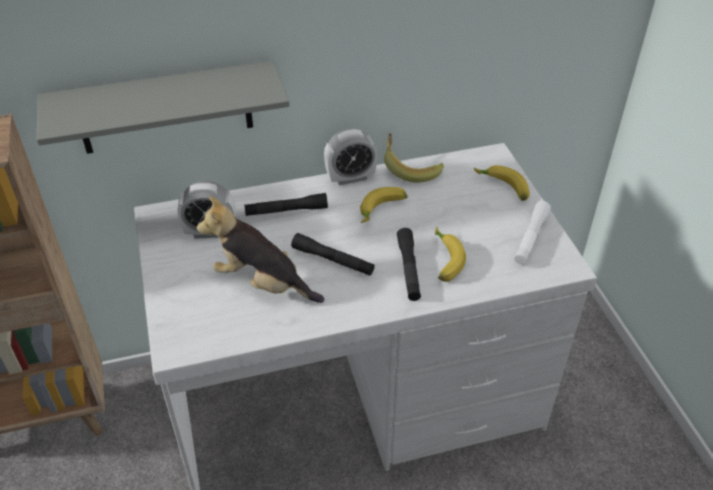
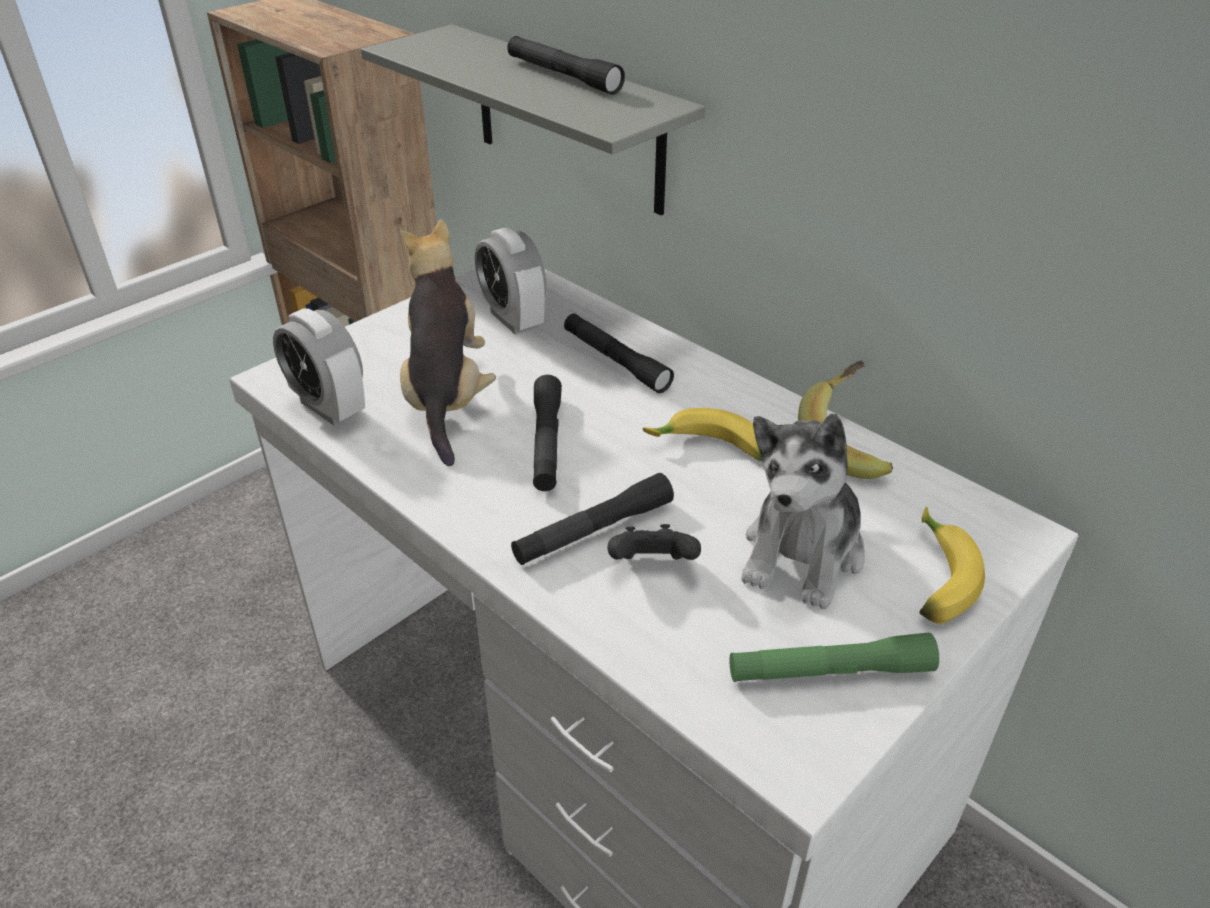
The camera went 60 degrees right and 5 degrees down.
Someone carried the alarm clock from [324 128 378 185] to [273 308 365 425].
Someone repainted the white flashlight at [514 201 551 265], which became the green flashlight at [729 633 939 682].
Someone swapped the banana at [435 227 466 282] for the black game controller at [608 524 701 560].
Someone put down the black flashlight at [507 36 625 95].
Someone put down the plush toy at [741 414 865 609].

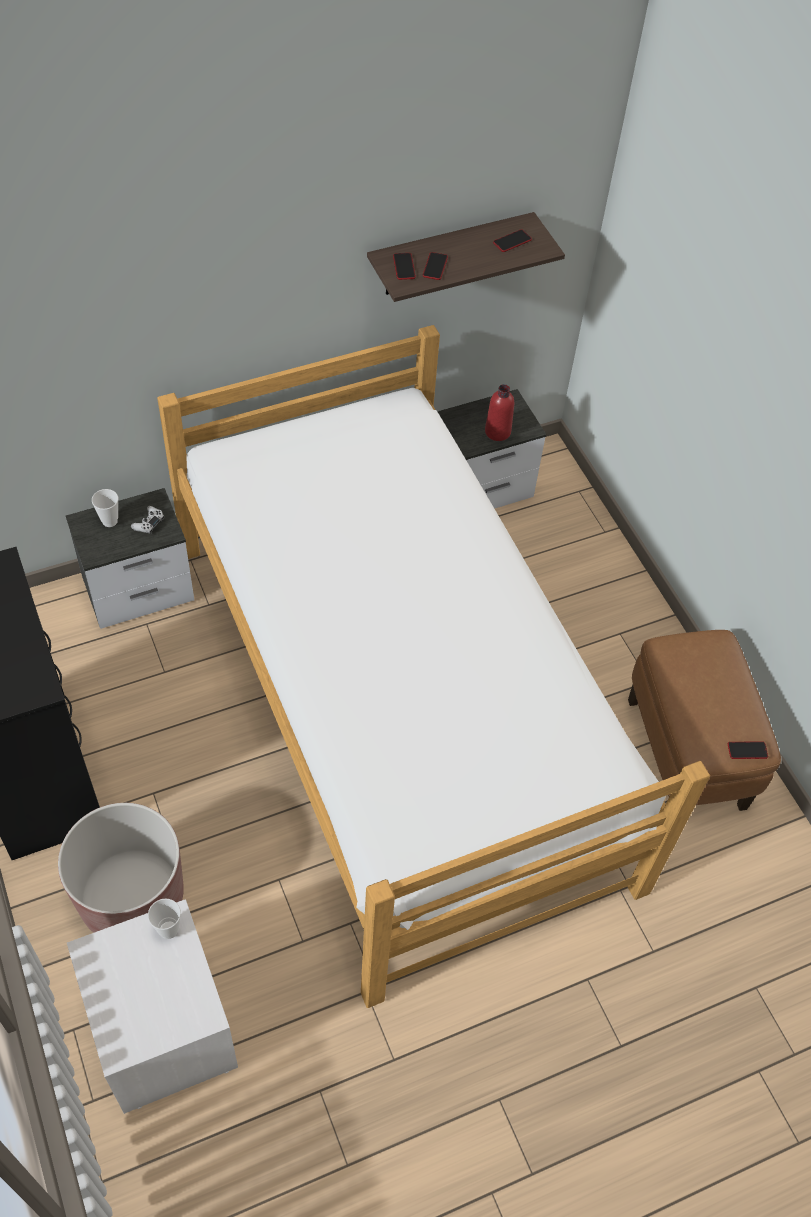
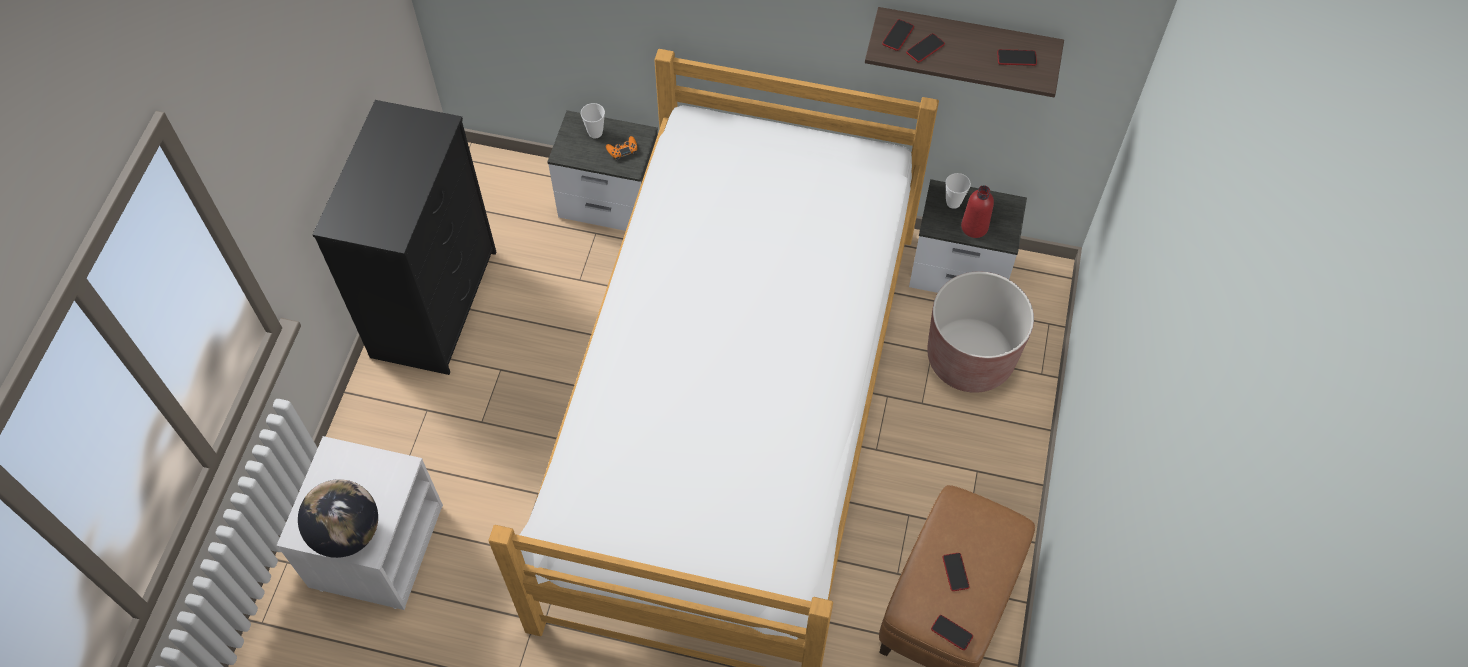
The camera went 40 degrees right and 5 degrees up.
Someone repainted the white game controller at [131 506 164 534], which became the orange game controller at [606 136 637 160].
Someone carried the brown planter from [58 803 184 933] to [927 271 1034 393].
Someone carried the cup from [148 898 181 939] to [945 173 971 209].
Someone put down the globe at [298 479 378 558].
Someone put down the phone at [943 553 969 591].

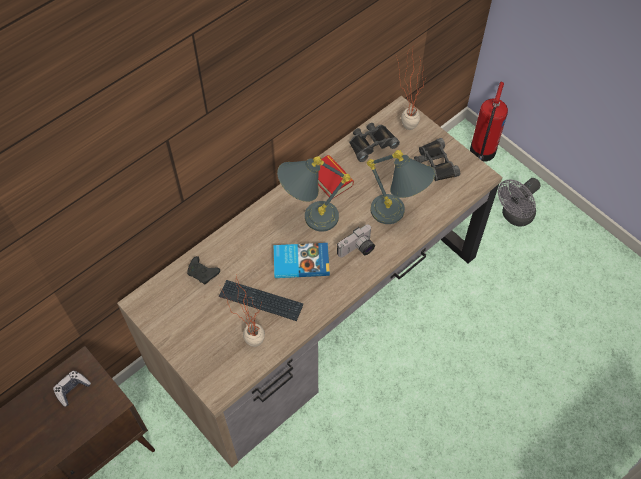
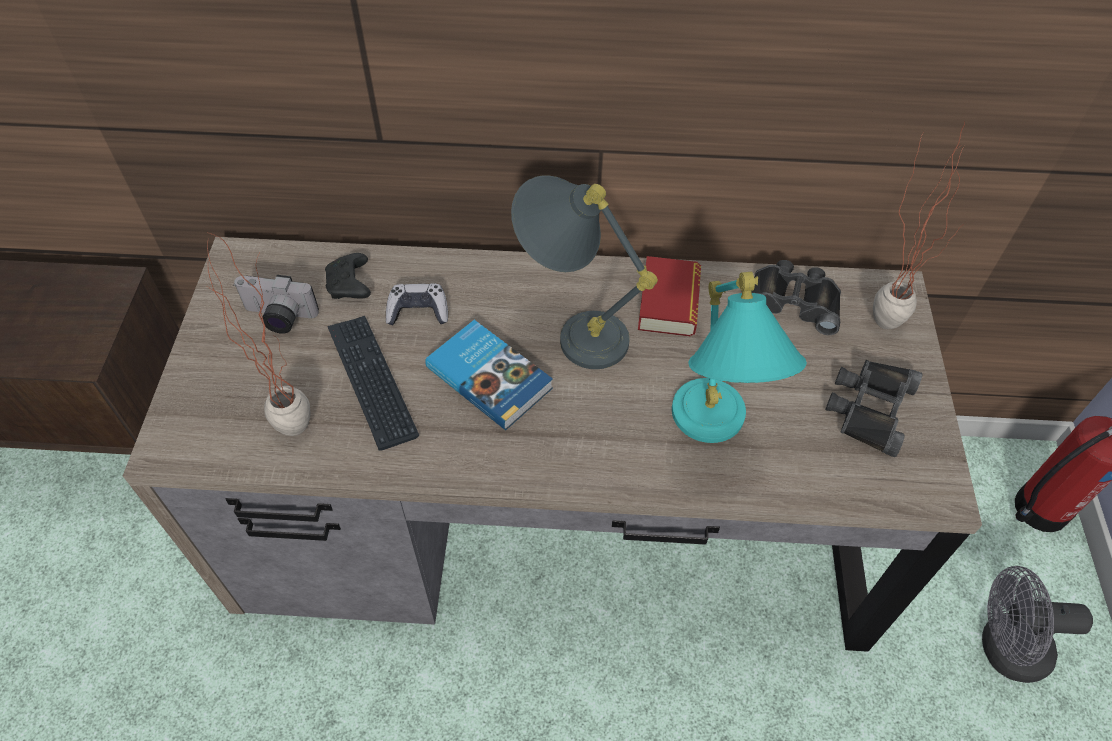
The camera went 45 degrees right and 5 degrees down.
Someone repainted the grey table lamp at [367 150 435 224], which became the turquoise table lamp at [672 272 807 443].
Someone carried the photo camera from [337 224 375 257] to [233 275 319 334].
Someone carried the game controller from [53 371 91 407] to [386 283 448 325].

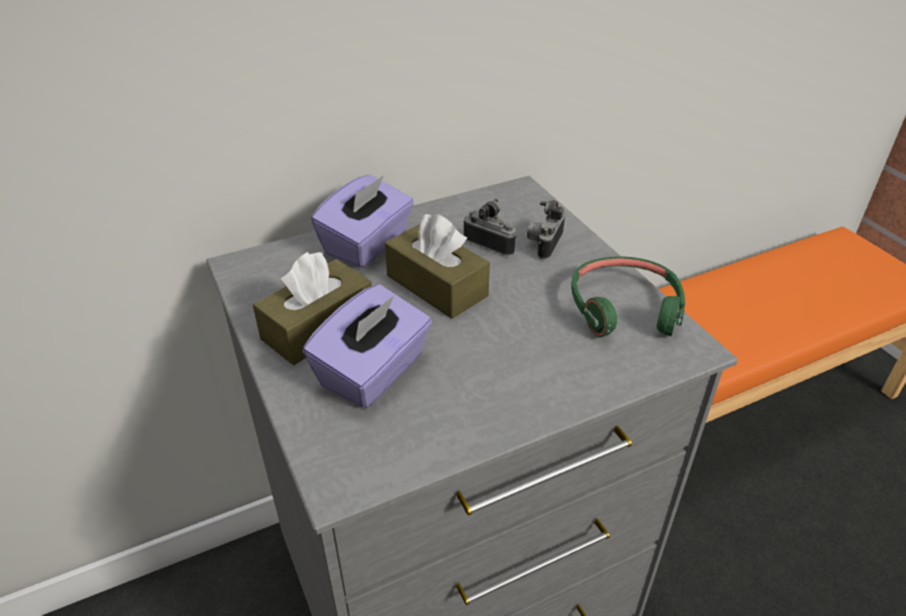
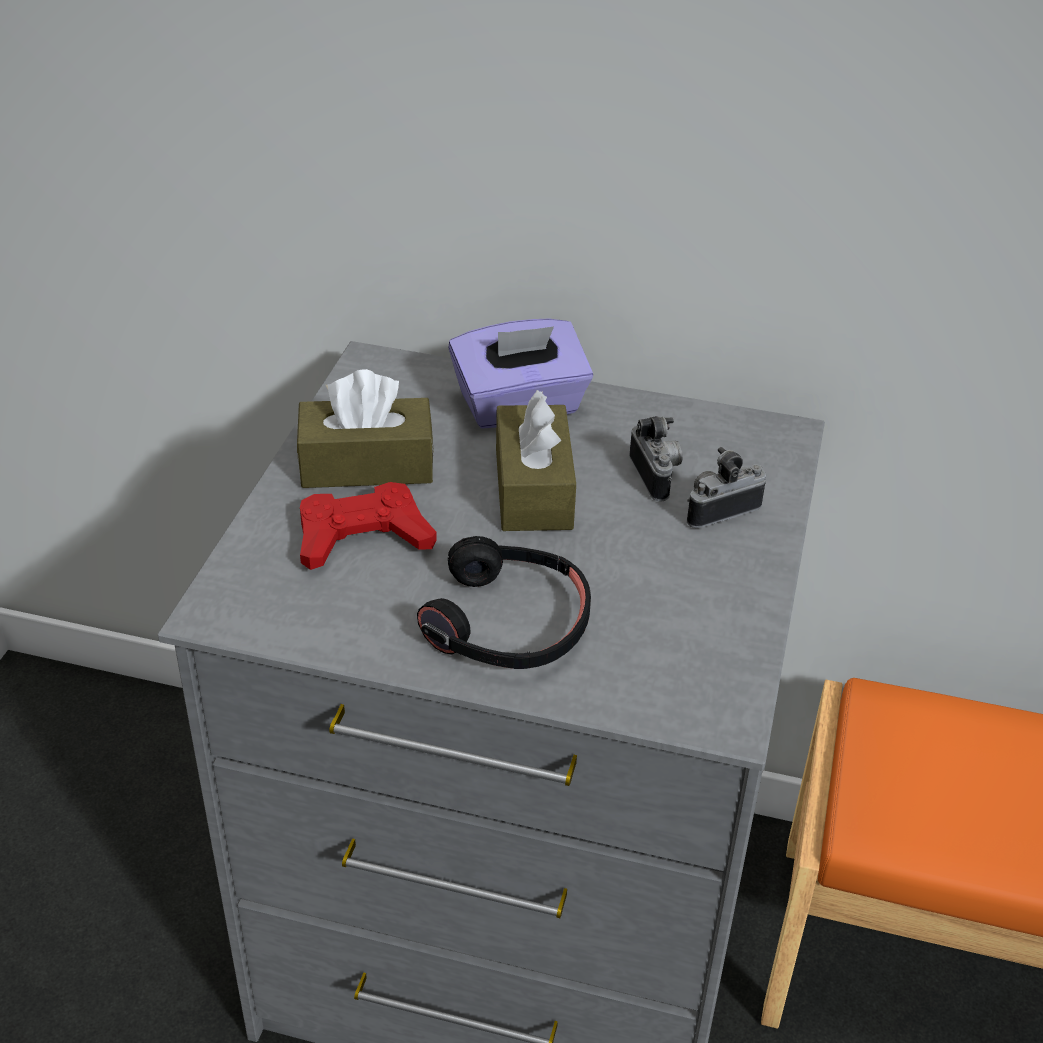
The camera went 40 degrees right and 0 degrees up.
Someone took away the green headphones at [571 256 685 337].
Someone swapped the purple tissue box at [303 284 432 408] for the red game controller at [300 482 437 570].
Someone put down the black headphones at [417 536 591 669].

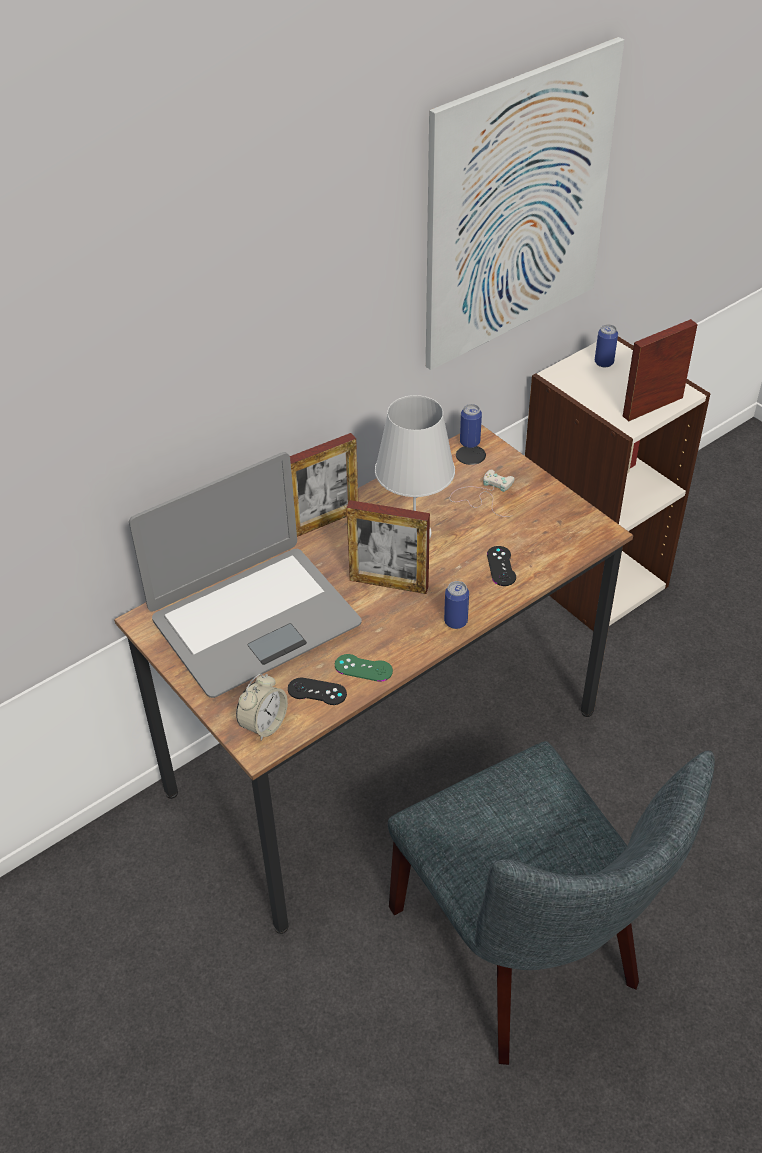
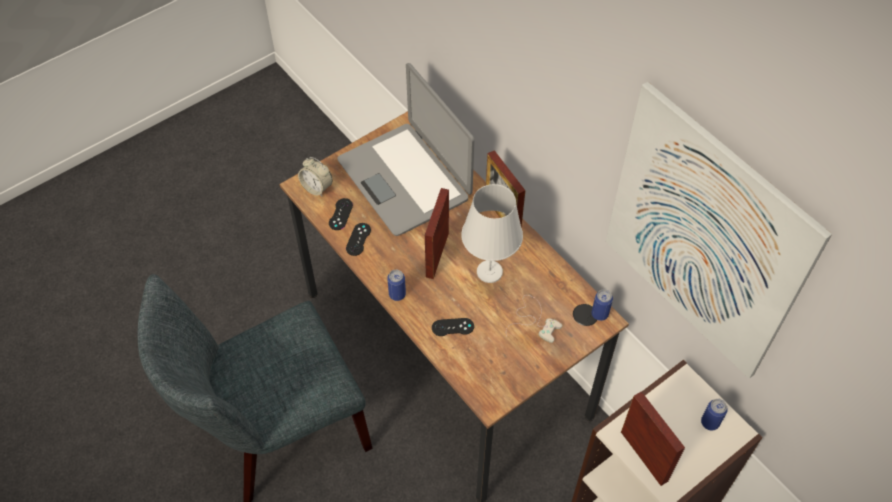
The camera went 90 degrees right and 10 degrees up.
Someone repainted the green game controller at [335 654 393 682], which became the black game controller at [346 223 371 256].

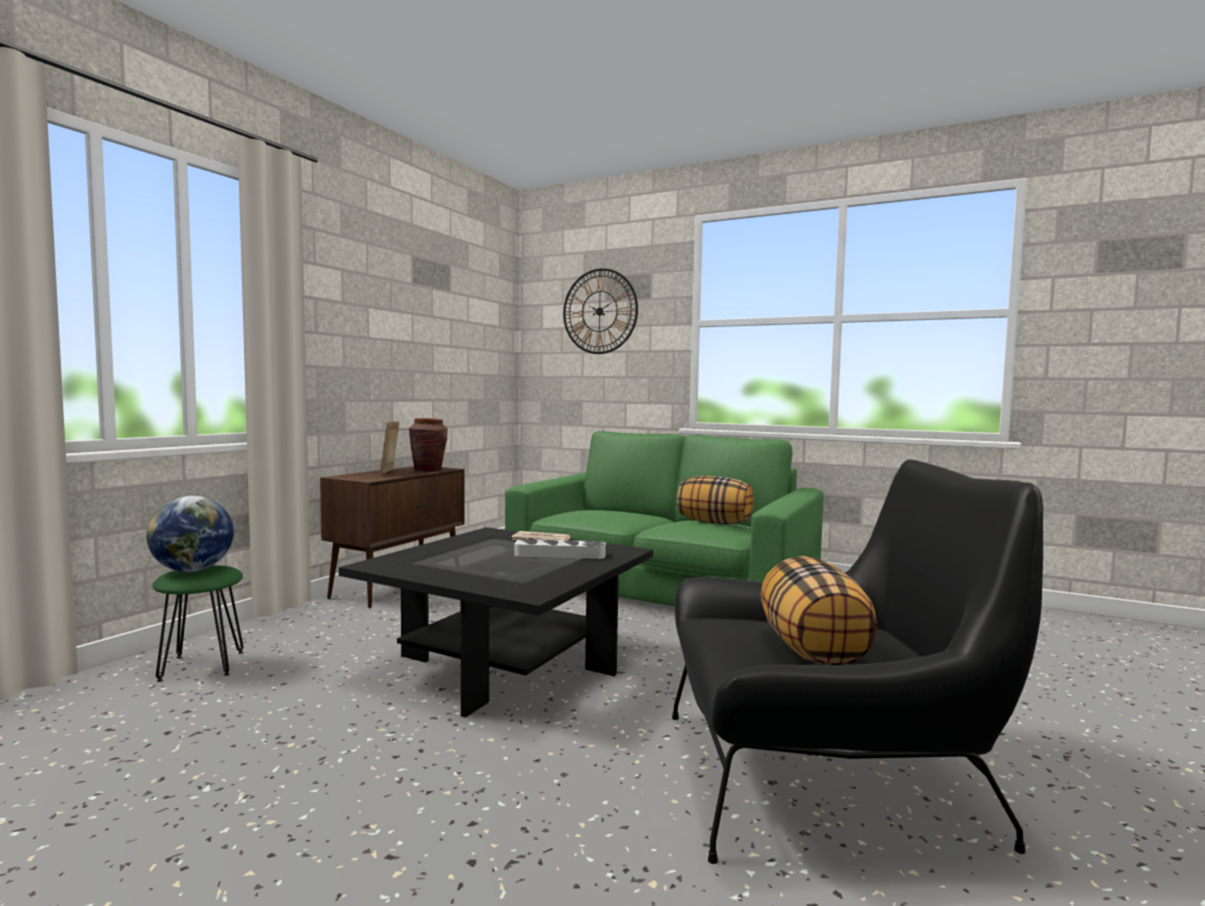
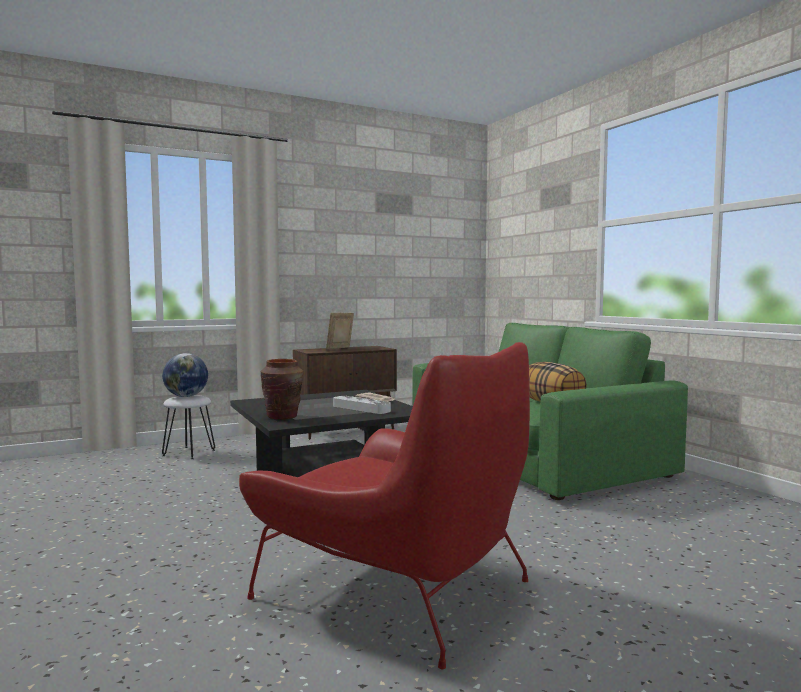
The camera went 35 degrees right and 0 degrees up.
Someone took away the wall clock at [563 268 638 354].
Someone carried the brown vase from [409 418 448 471] to [261 359 304 420].
Someone repainted the black armchair at [672 460 1043 864], which became the red armchair at [239 342 530 669].
Someone took away the pillow at [760 556 877 665].
Someone repainted the green stool at [153 565 243 682], which became the white stool at [162 395 215 459].

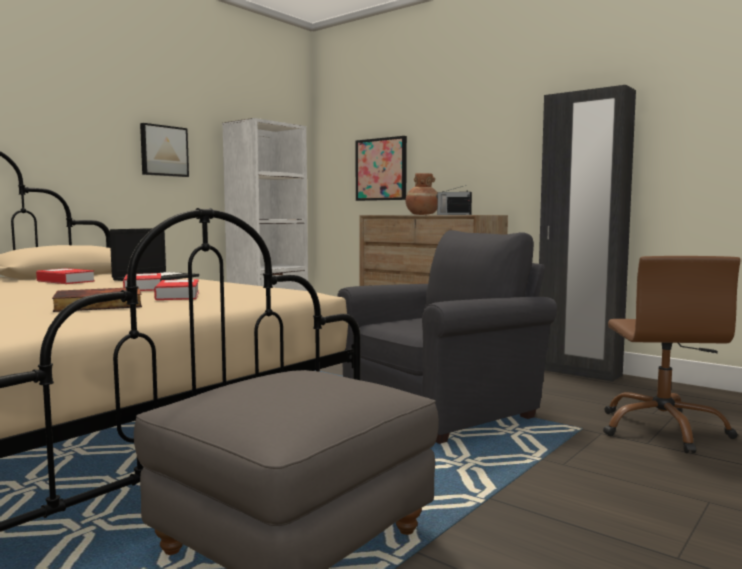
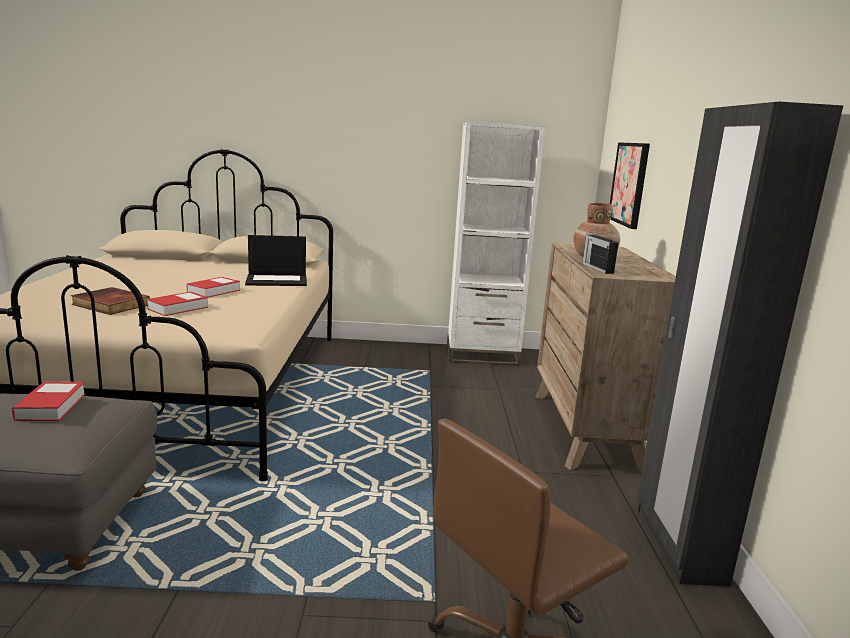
The camera went 50 degrees right and 10 degrees up.
Someone took away the picture at [140 123 189 177].
Someone took away the grey armchair at [337 230 557 444].
Someone carried the book from [36 268 95 284] to [12 382 86 421].

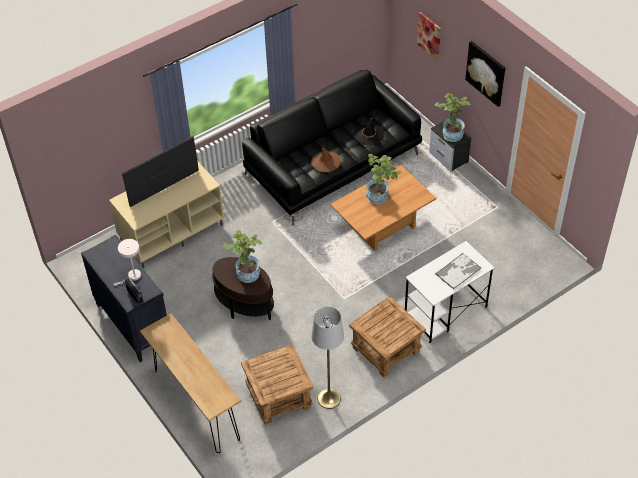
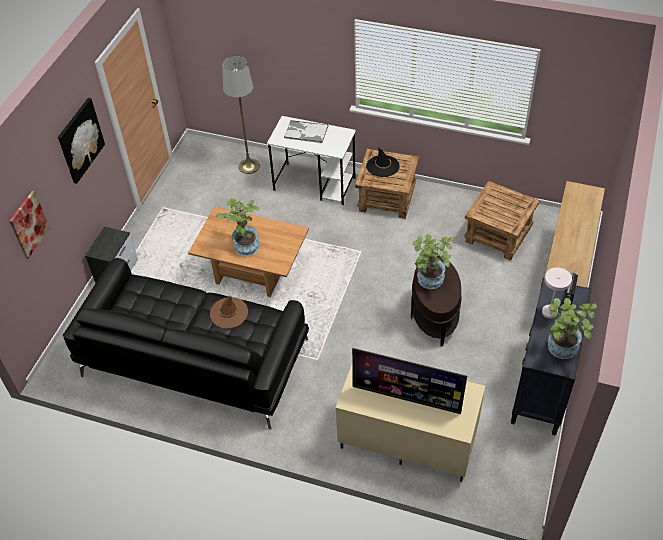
The camera went 125 degrees left and 0 degrees up.
Someone carried the potted plant from [434 93 471 142] to [548 298 597 359].
Someone carried the black hat from [354 117 384 146] to [366 147 400 177].
Someone carried the grey floor lamp from [312 307 344 409] to [222 56 260 174].

